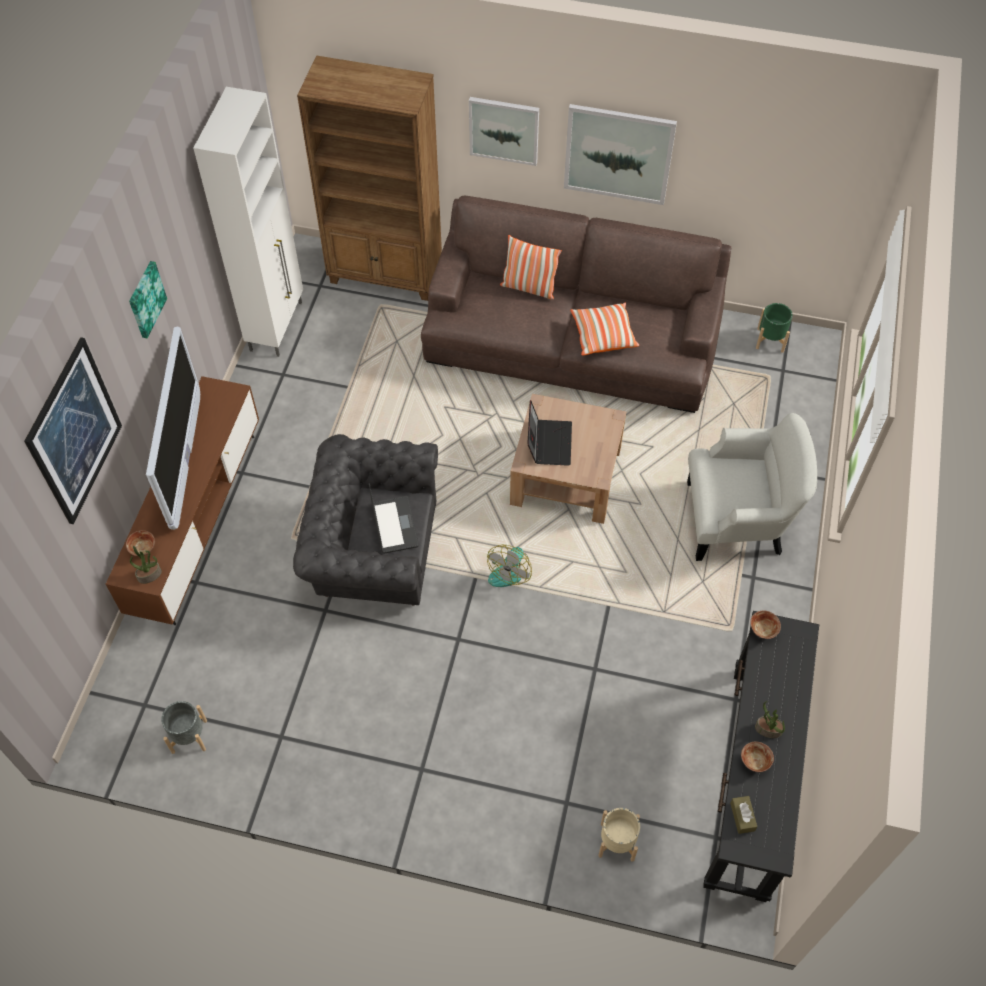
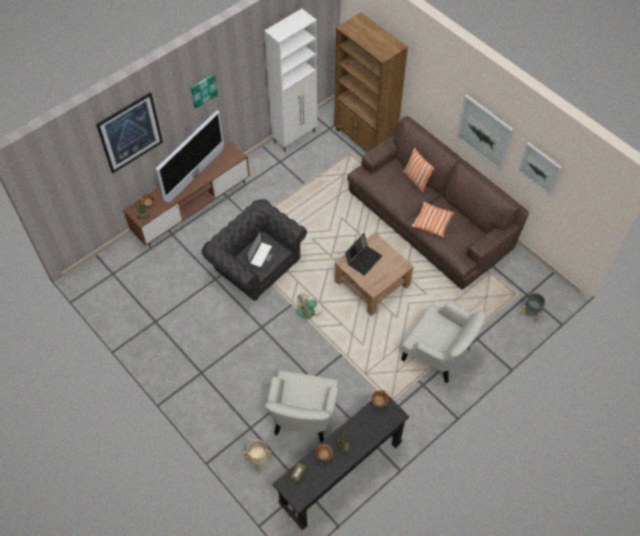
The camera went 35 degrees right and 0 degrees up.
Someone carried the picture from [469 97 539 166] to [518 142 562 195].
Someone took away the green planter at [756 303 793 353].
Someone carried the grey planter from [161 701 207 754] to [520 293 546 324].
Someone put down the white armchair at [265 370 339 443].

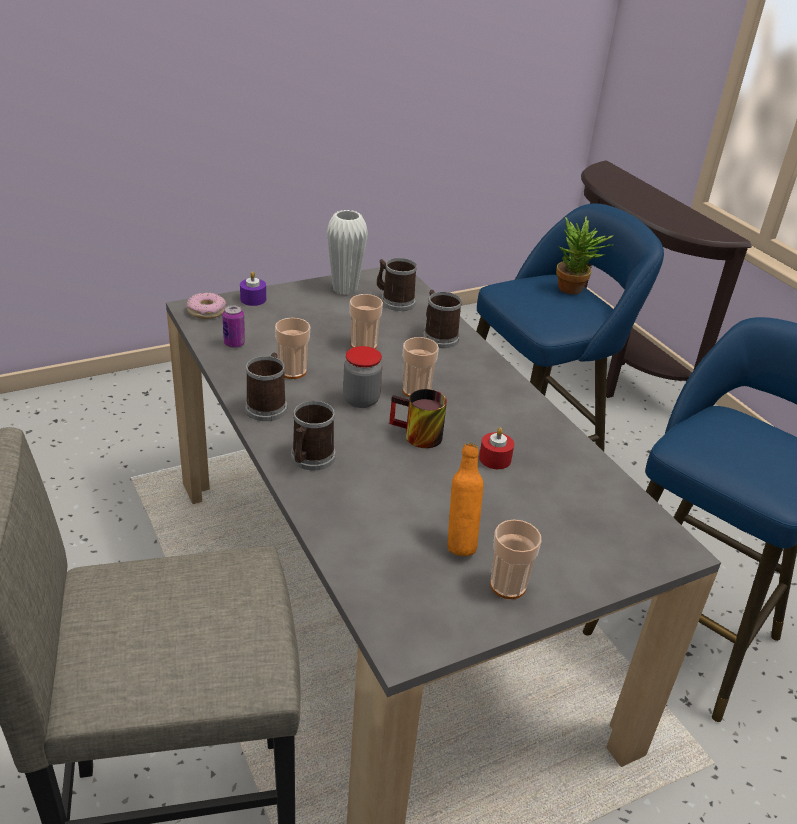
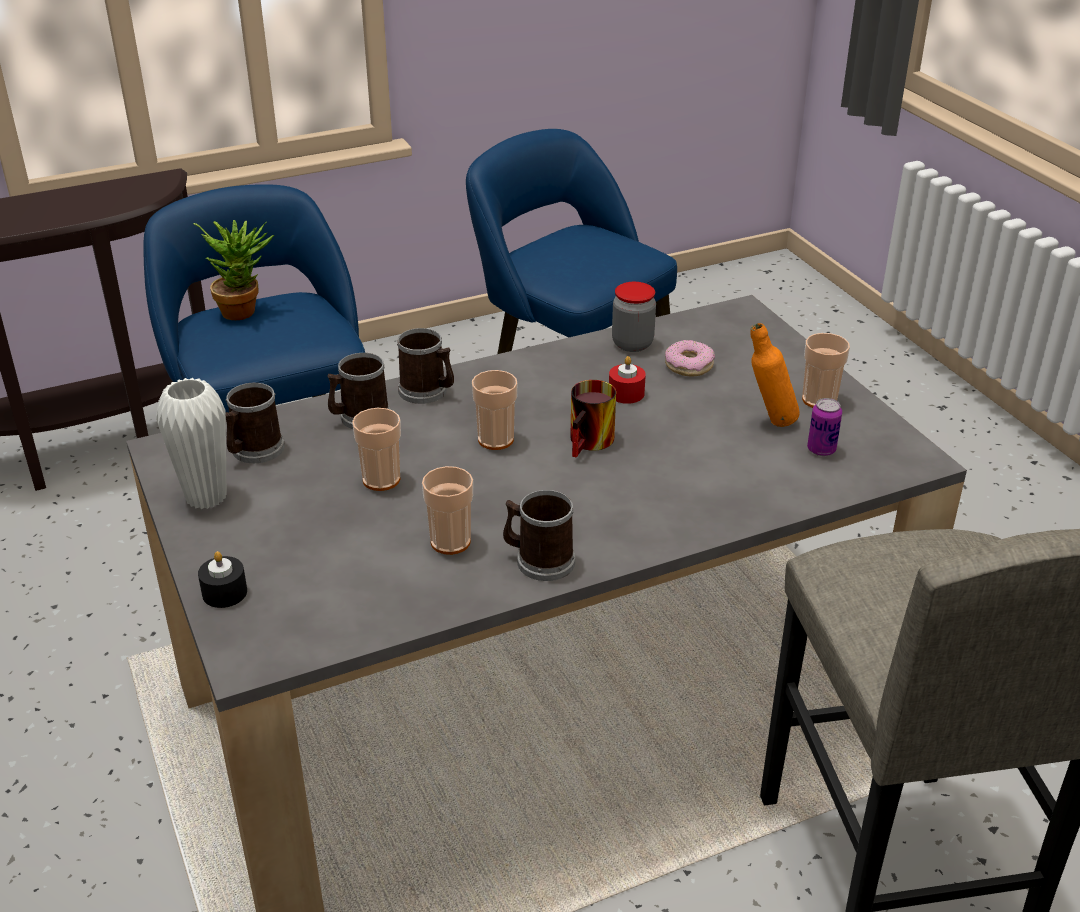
The camera went 85 degrees left and 0 degrees up.
Someone repainted the purple candle at [240 272 266 306], which became the black candle at [198 551 247 608].
Someone carried the donut from [187 292 226 319] to [665 340 715 377].
Someone carried the can from [222 305 245 348] to [807 398 842 456].
Someone carried the jar from [343 346 382 408] to [612 282 656 352].
Someone carried the mug from [291 401 336 471] to [397 328 454 404].

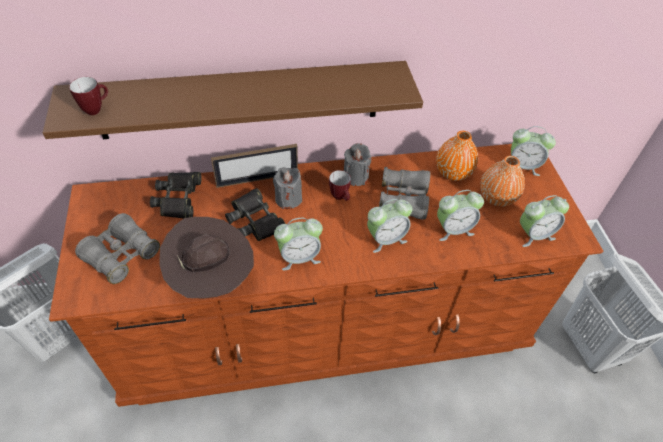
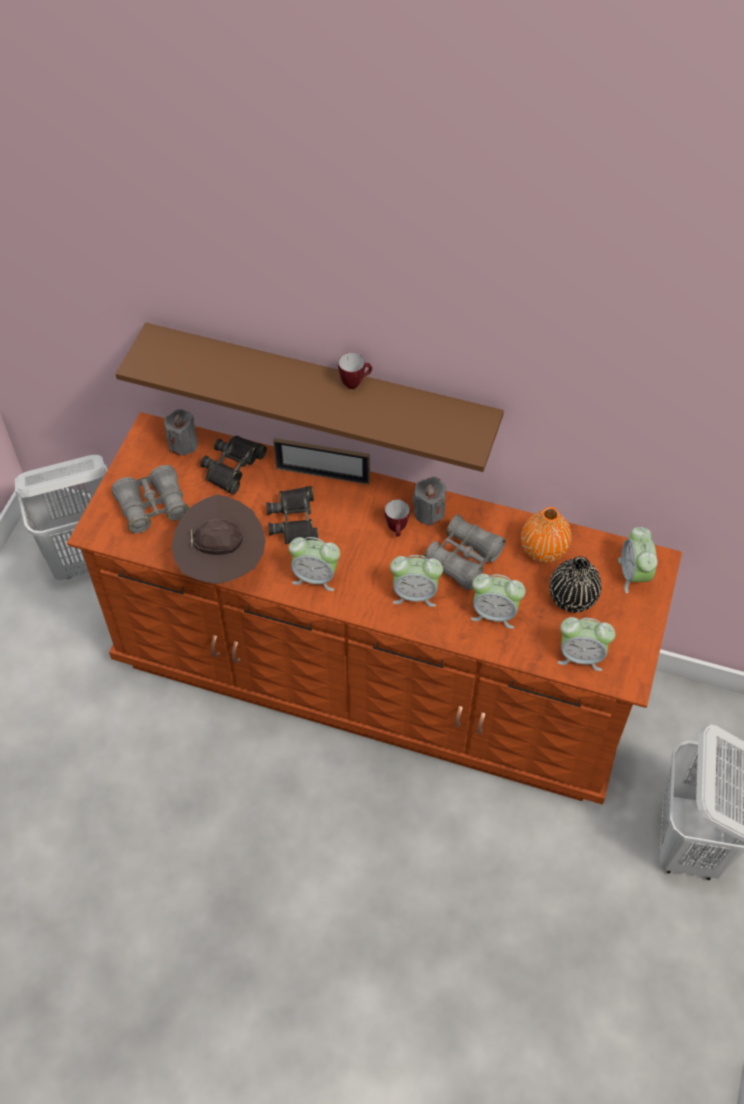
The camera went 30 degrees right and 5 degrees up.
Someone carried the mug from [69 77 108 115] to [338 353 372 389].
Someone rotated the alarm clock at [511 126 556 176] by 45 degrees clockwise.
Someone repainted the orange vase at [480 156 525 207], which became the black vase at [549 556 602 613].
Someone carried the grey candle from [273 167 302 209] to [164 409 198 455].

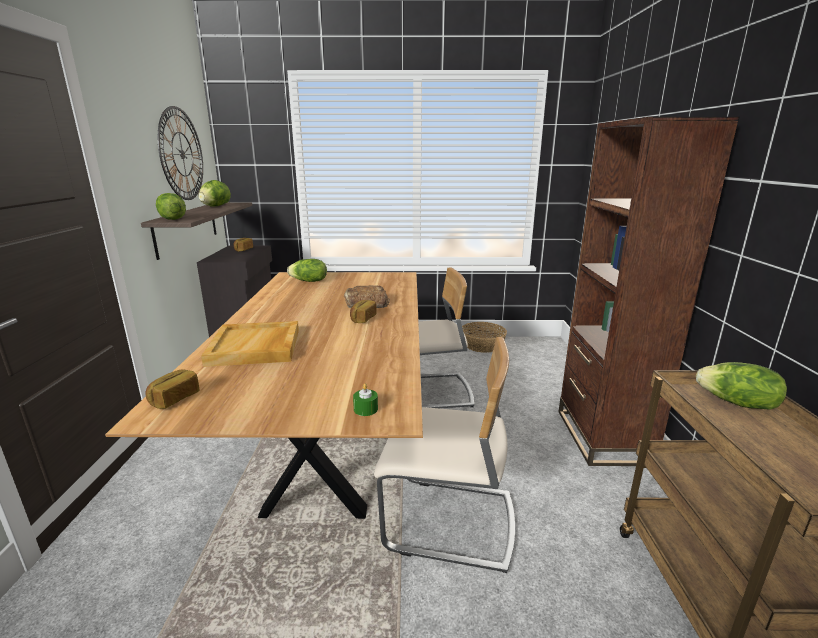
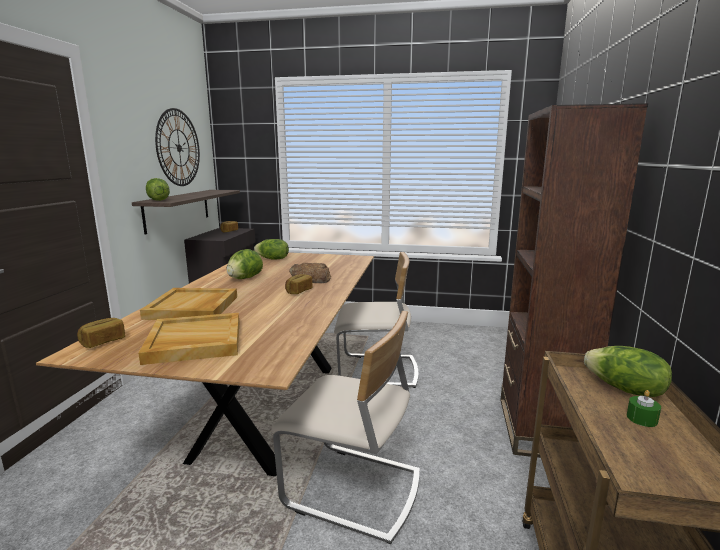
The camera went 10 degrees right and 5 degrees down.
Someone carried the lettuce from [198 180 231 207] to [226 249 263 279].
Someone took away the basket at [462 322 507 353].
Someone carried the green candle from [353 384 378 416] to [627 390 661 427].
Someone put down the beige tray at [138 313 239 365].

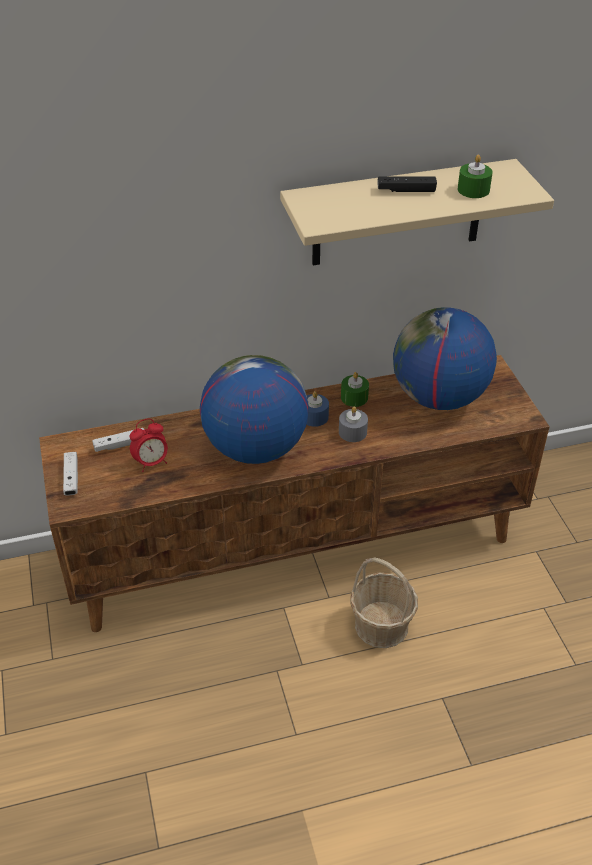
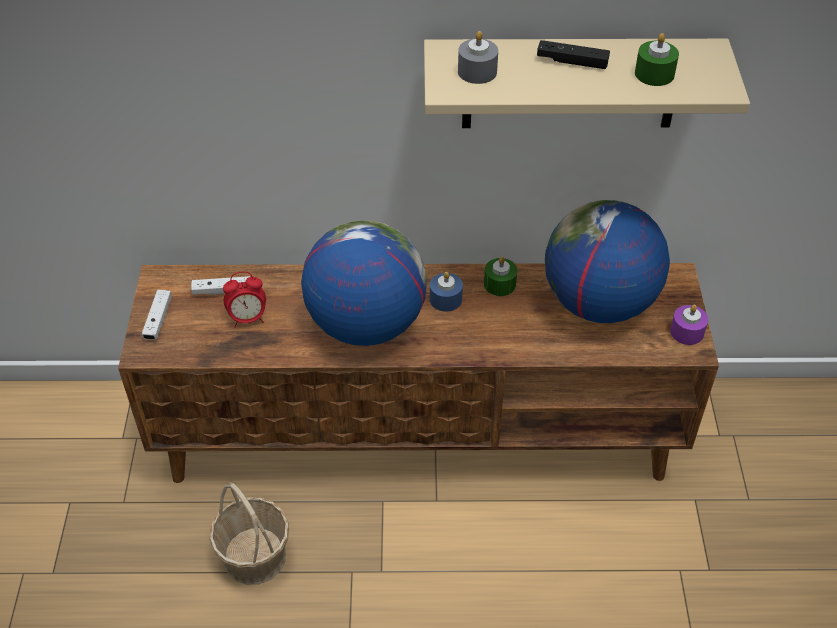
The camera went 15 degrees right and 5 degrees up.
Someone carried the grey candle from [339 406 368 442] to [458 31 498 84].
Someone carried the basket from [350 557 418 648] to [209 482 289 585].
Someone put down the purple candle at [670 304 708 345].

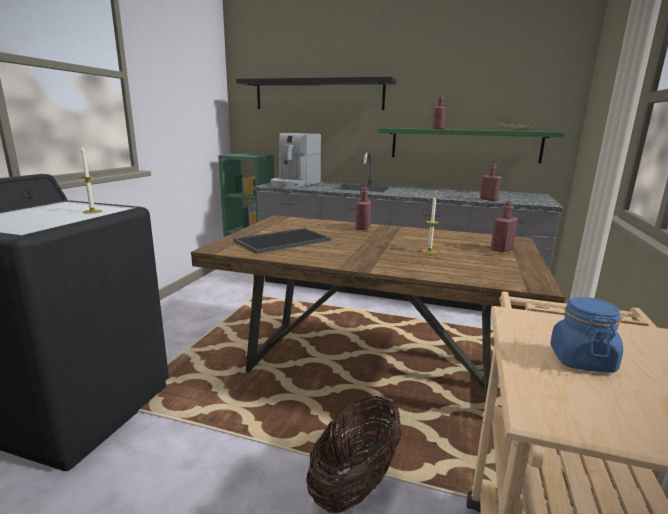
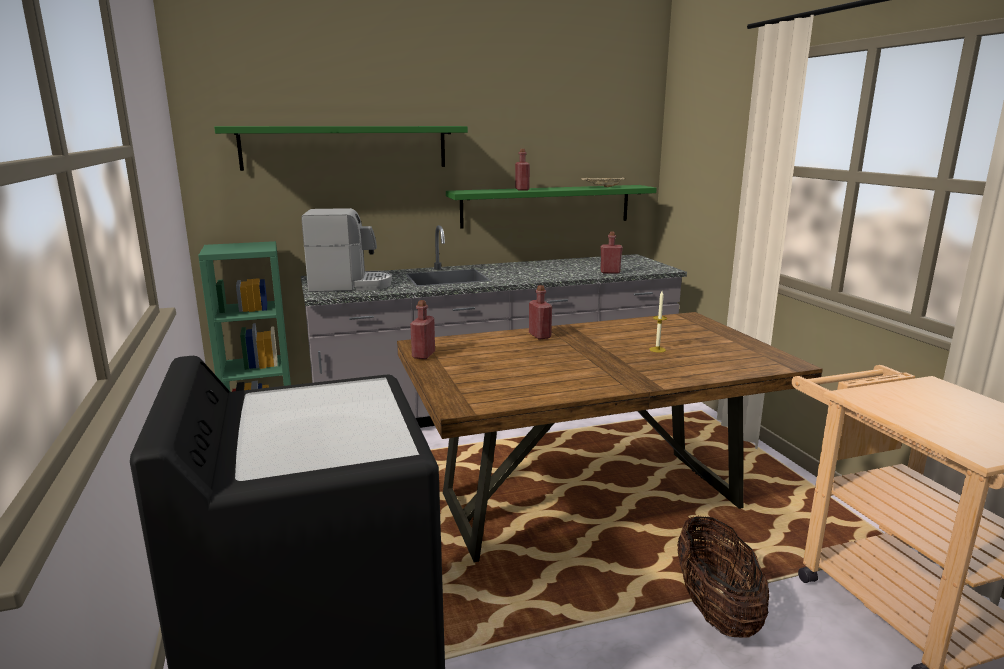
The camera went 35 degrees left and 0 degrees up.
Someone repainted the black shelf at [236 77 397 110], which became the green shelf at [214 126 468 171].
Someone rotated the coffee machine at [271 133 321 188] by 90 degrees counterclockwise.
Someone took away the candle at [79 146 102 214].
Someone carried the red bottle from [491 201 518 252] to [410 300 435 359].
Someone took away the tray at [233 228 331 254].
Someone took away the blue jar at [550 297 623 373].

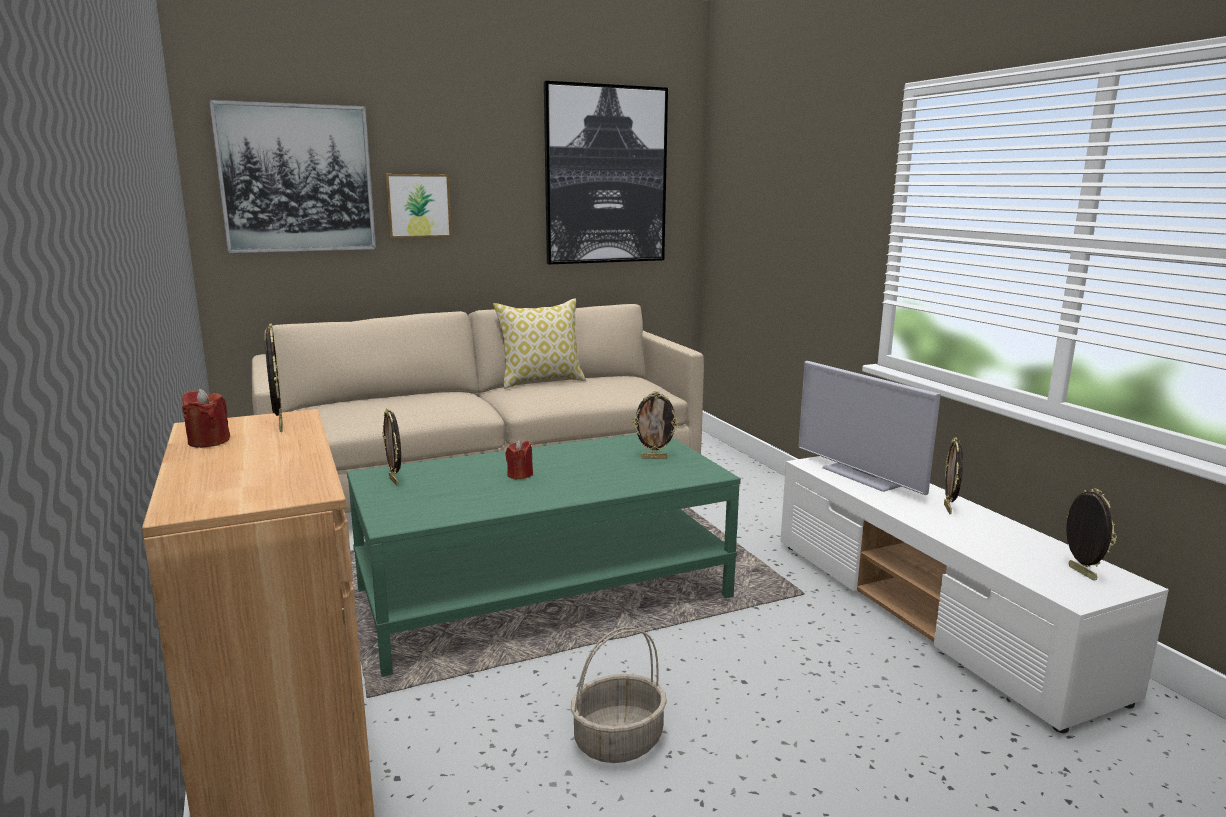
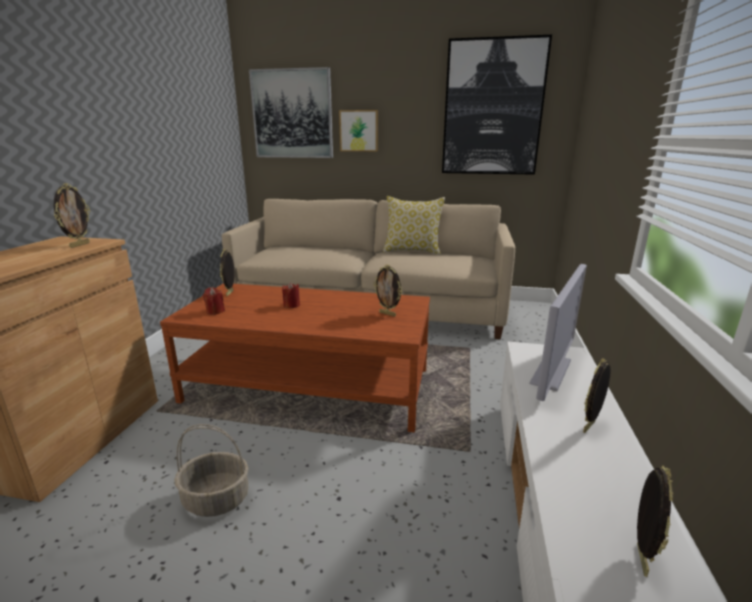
The camera went 35 degrees right and 5 degrees up.
Someone rotated the television at [798 361 941 495] by 150 degrees counterclockwise.
Someone carried the red candle from [182 389 230 448] to [203 287 225 315].
Someone repainted the green coffee table at [347 434 741 677], which became the brown coffee table at [160 283 430 432].

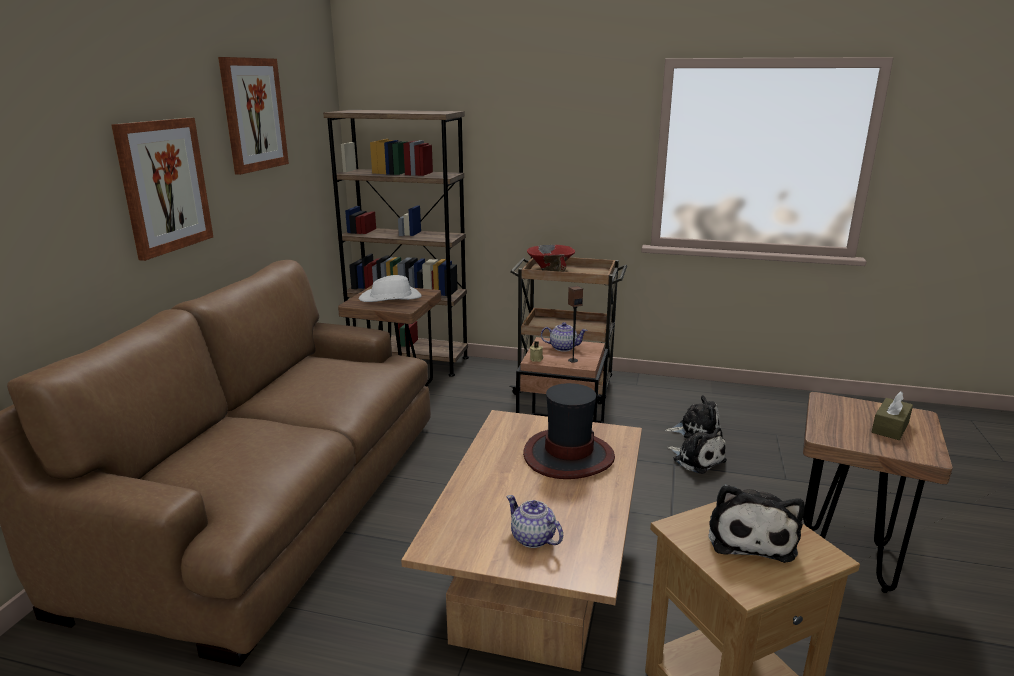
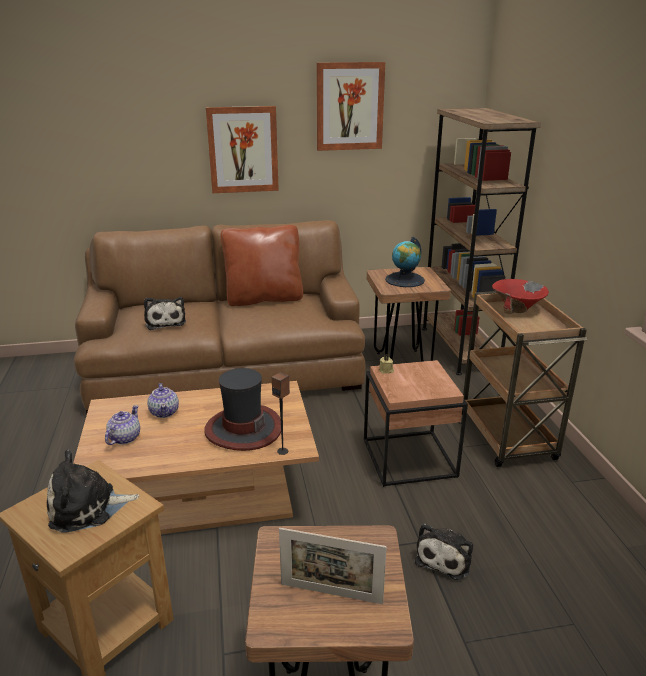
The camera went 65 degrees right and 5 degrees up.
Someone swapped the white hat at [359 275 421 302] for the globe at [385 237 425 287].
Someone carried the speaker from [568 286 583 363] to [272 372 290 455].
Someone carried the teapot from [541 322 588 352] to [147 383 179 418].
Someone swapped the brown tissue box at [872 391 913 440] for the picture frame at [279 528 387 604].
Someone carried the plush toy from [665 395 720 439] to [144 297 186 330].
Someone put down the brown pillow at [220 225 303 306].

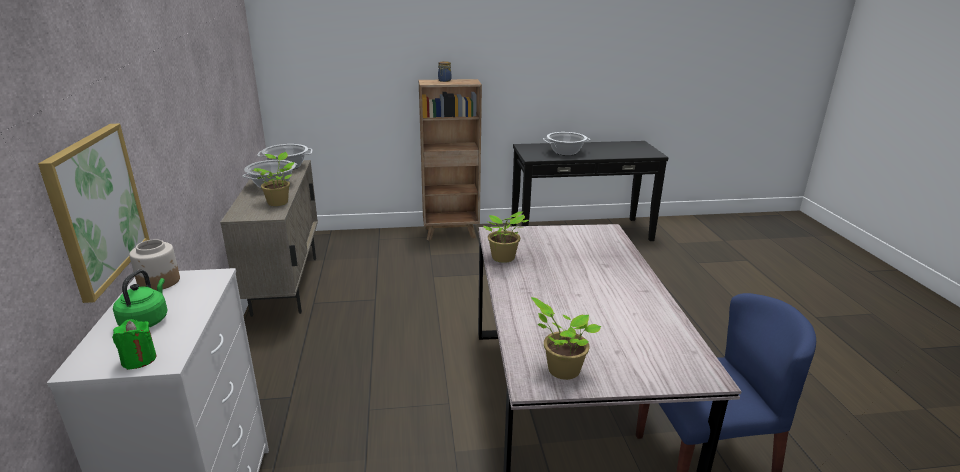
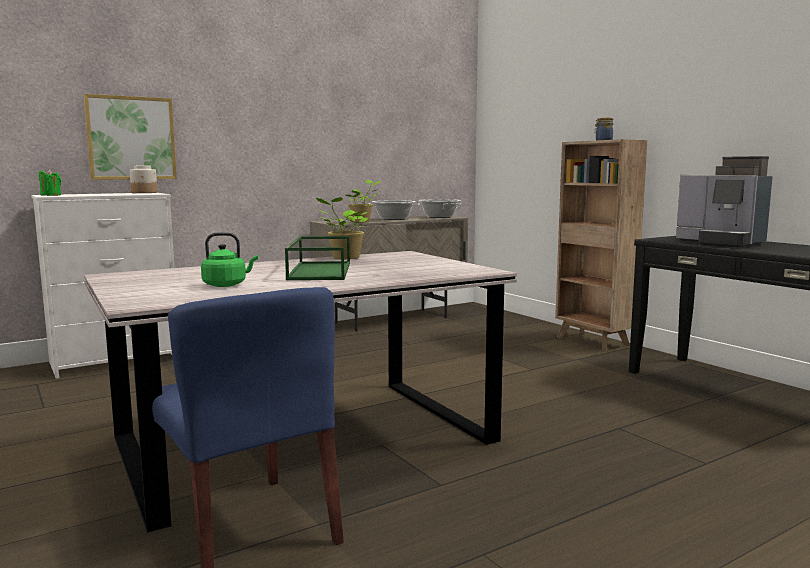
The camera went 65 degrees right and 15 degrees down.
Someone swapped the cooking pot at [543 132 591 156] for the coffee machine at [676 156 773 248].
Someone carried the green kettle from [113 269 168 327] to [201 232 258 287].
Someone took away the potted plant at [531 297 601 380].
Someone put down the green tray at [285 236 350 280].

